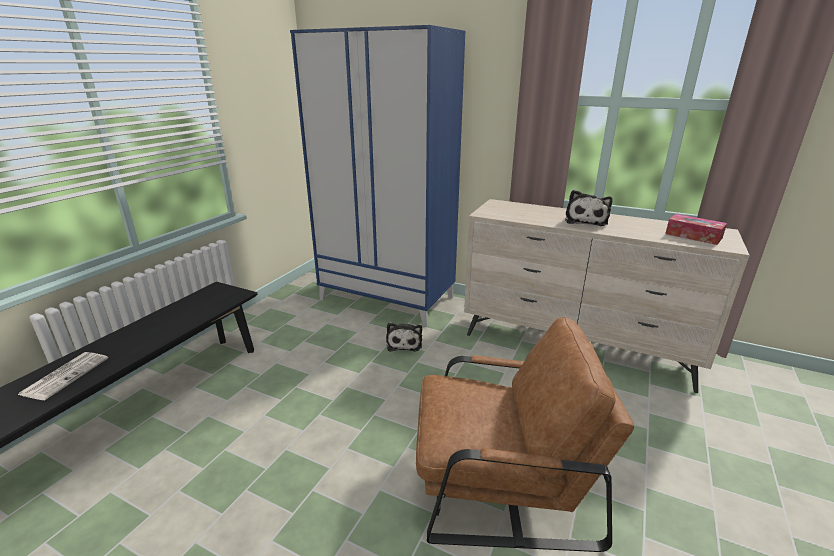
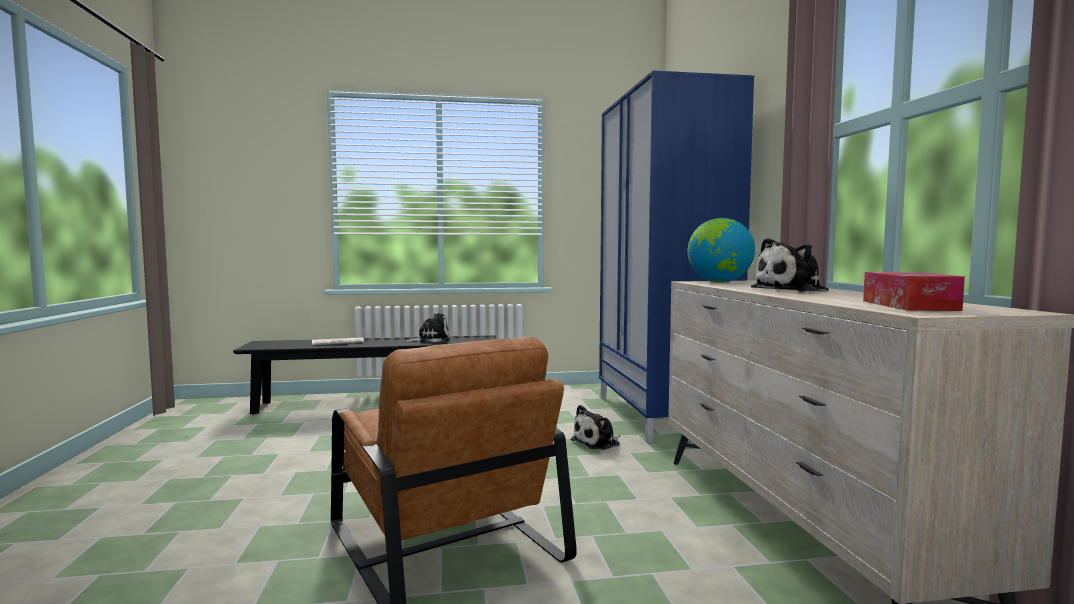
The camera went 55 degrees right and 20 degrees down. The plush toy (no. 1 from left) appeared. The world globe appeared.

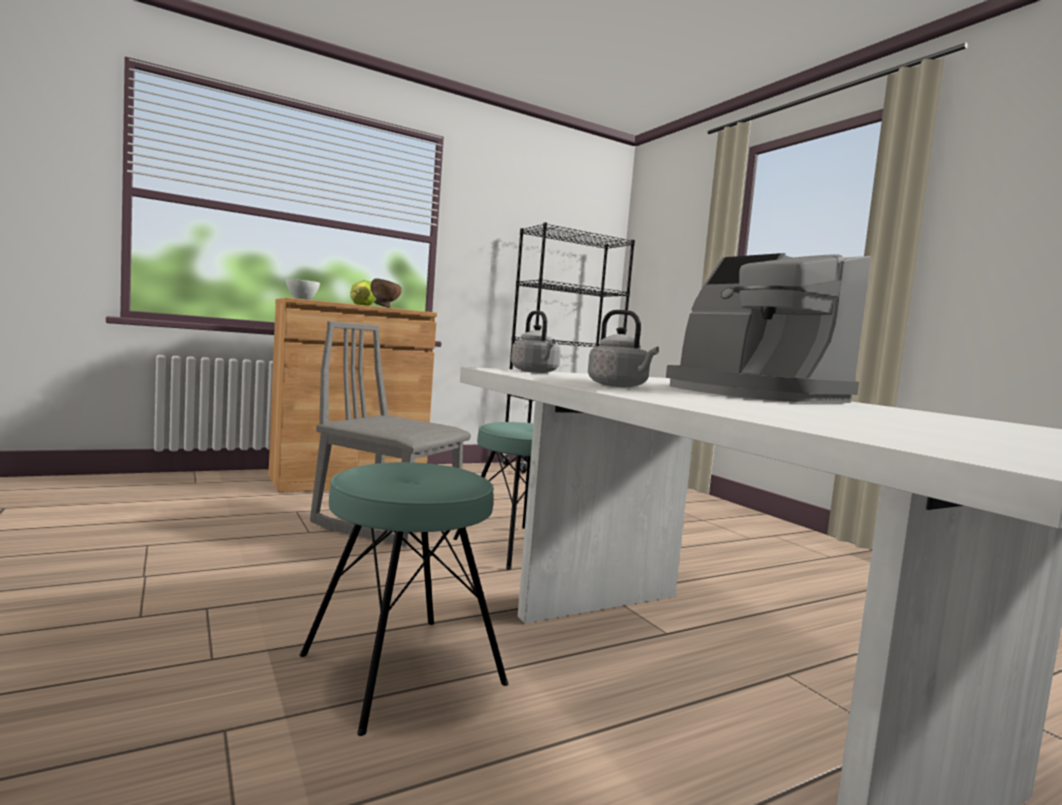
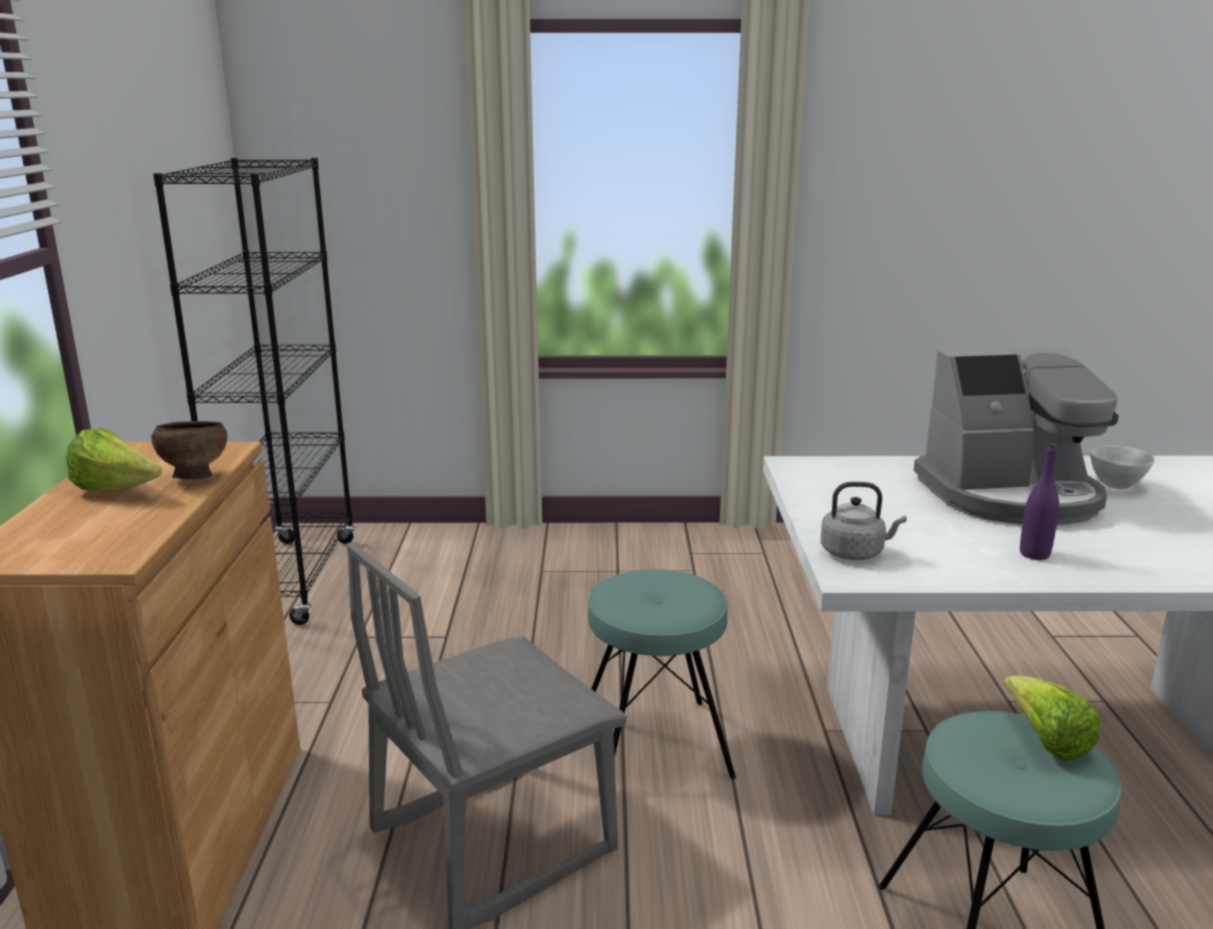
The camera went 60 degrees left and 15 degrees up. The deep dish (whitish) moved. The water kettle (grey) (no. 2 from left) was replaced by the drink bottle (purple-coloured). The lettuce (no. 2 from left) appeared.

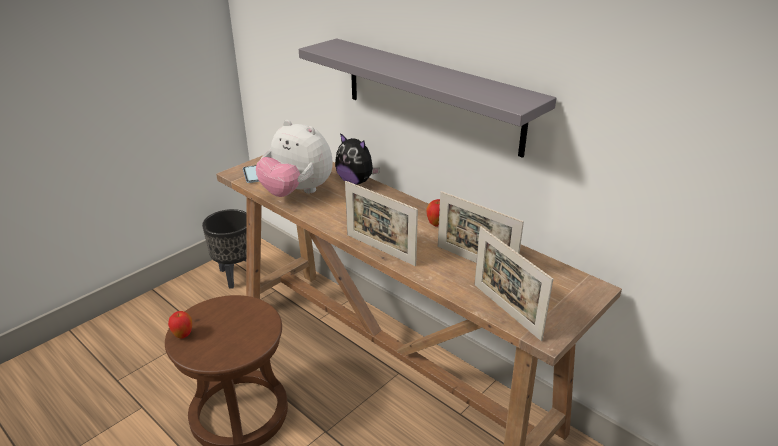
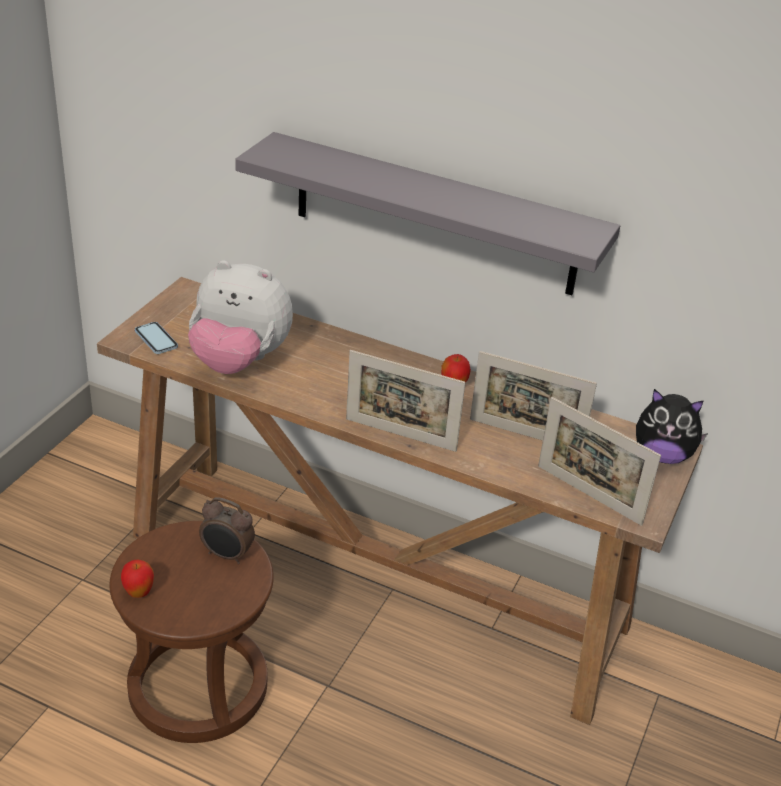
The camera went 20 degrees left and 5 degrees up. The flower pot (blackish) disappeared. The plush toy (no. 2 from left) moved. The bedside clock appeared.

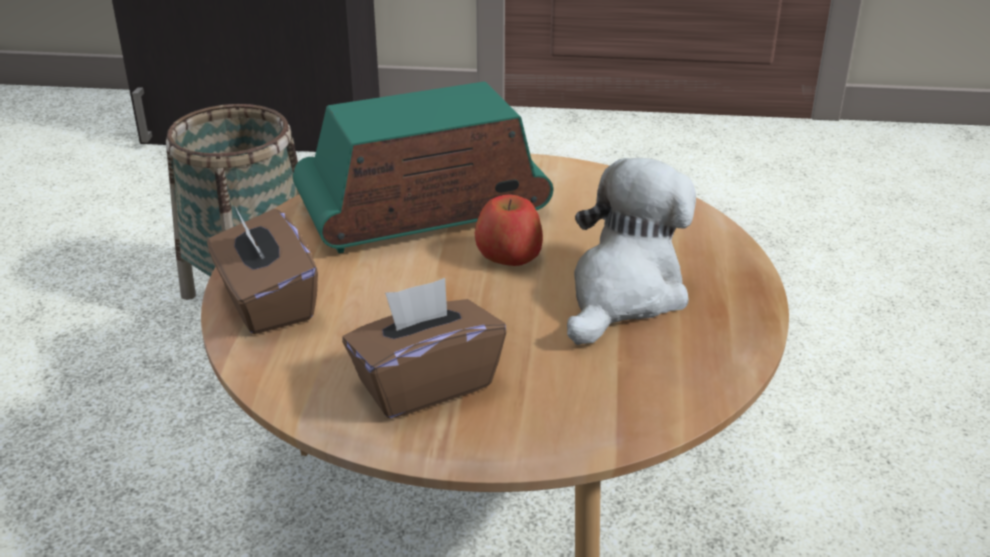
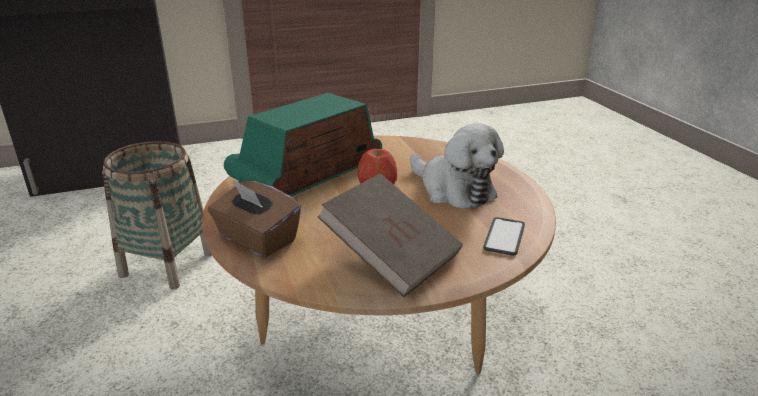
The camera went 25 degrees left and 5 degrees down. The box of tissues (brownish) (no. 2 from left) was replaced by the bound book (brownish). The plush toy turned 135 degrees clockwise. The handset appeared.

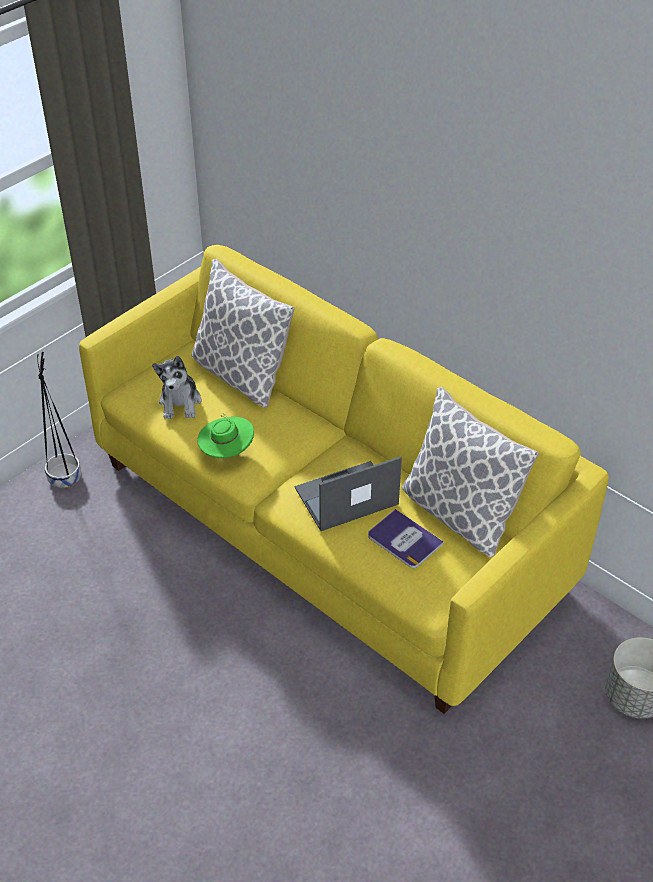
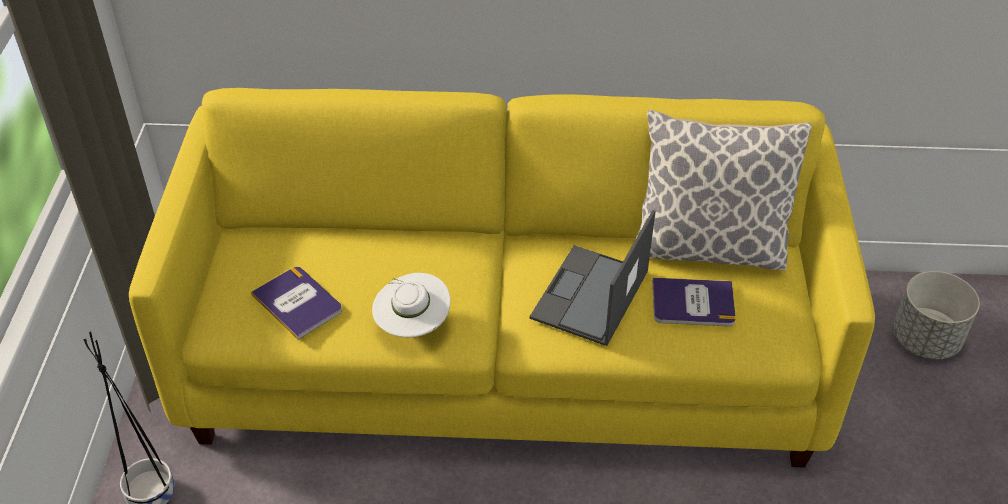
The camera went 40 degrees left and 0 degrees up. The plush toy was replaced by the bound book (no. 1 from left). The pillow (no. 1 from left) disappeared. The clothing hat (green) became the clothing hat (whitish).

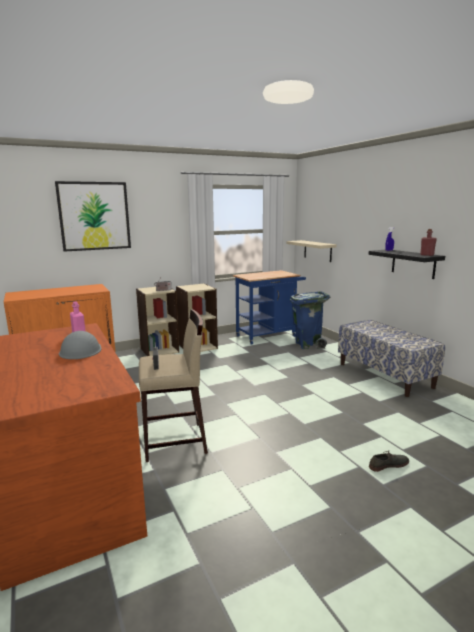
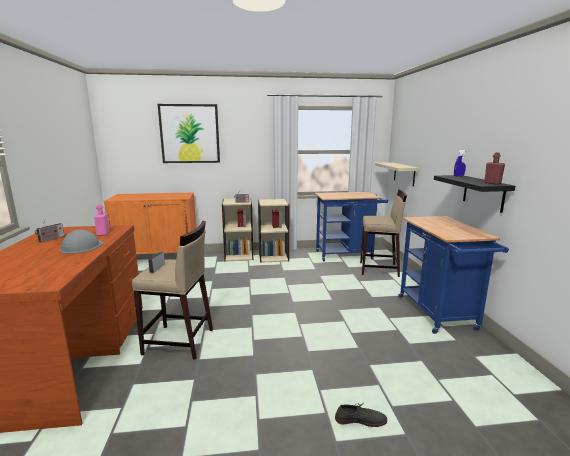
The camera went 20 degrees right and 0 degrees up. The rubbish bin (bluish) was replaced by the sitting stool (beige) (no. 2 from left). The long seat was replaced by the trolley (bluish) (no. 2 from left). The radio receiver (no. 1 from left) appeared.

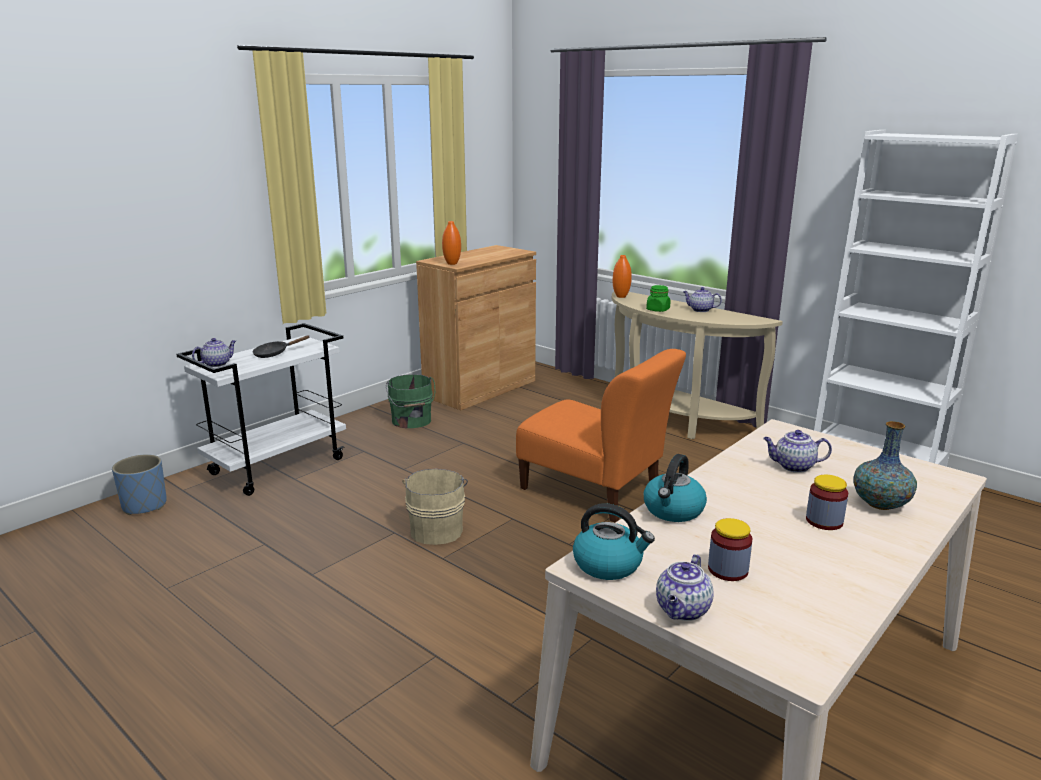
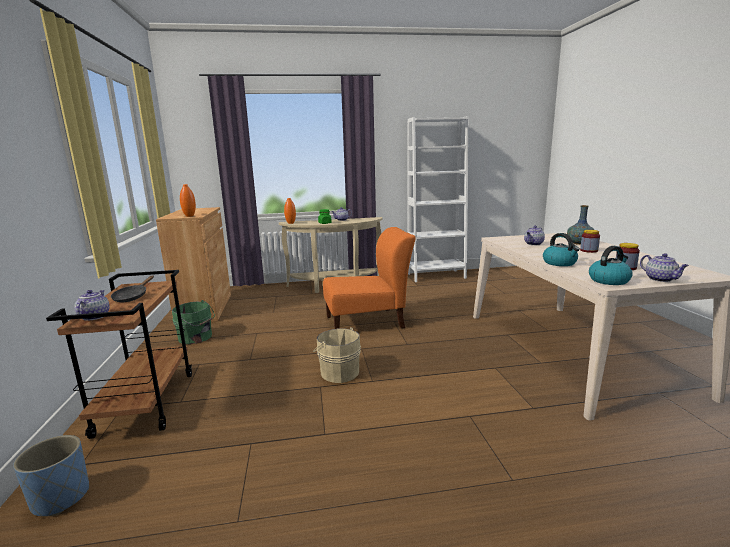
The camera went 50 degrees left and 5 degrees down. The trolley (whitish) became the trolley (brownish).

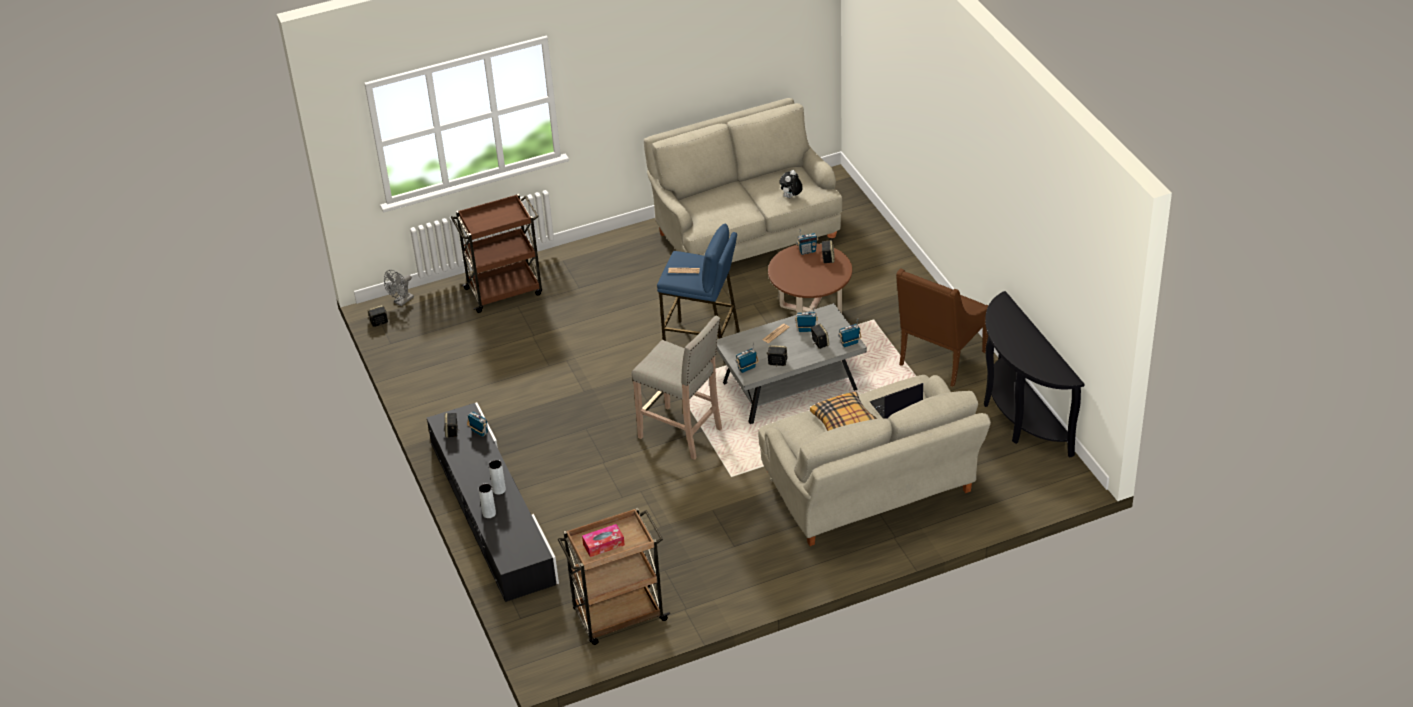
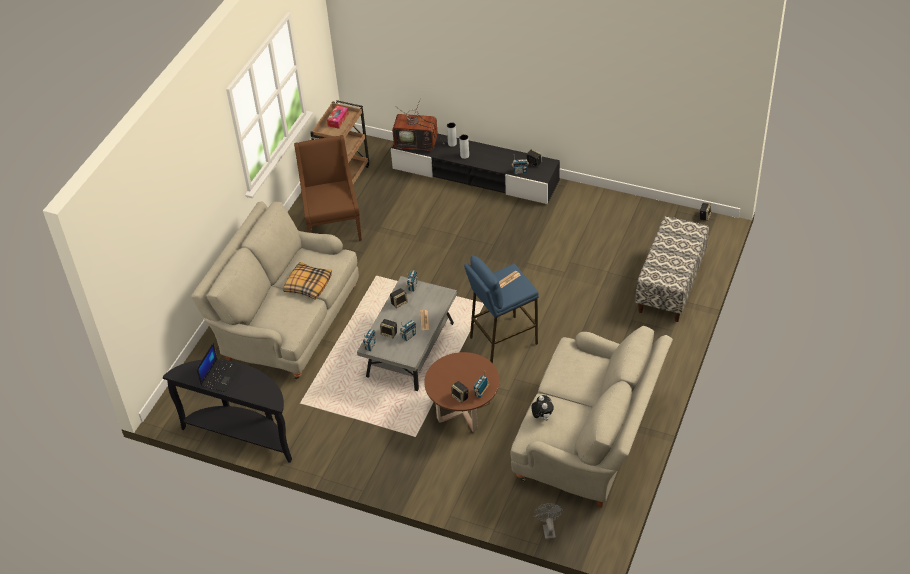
The camera went 135 degrees right and 5 degrees up. The fan (grey) moved. The trolley (brownish) (no. 1 from left) was replaced by the long seat. The sitting stool (beige) disappeared. The portable computer moved. The easy chair (brownish) moved. The TV set appeared.

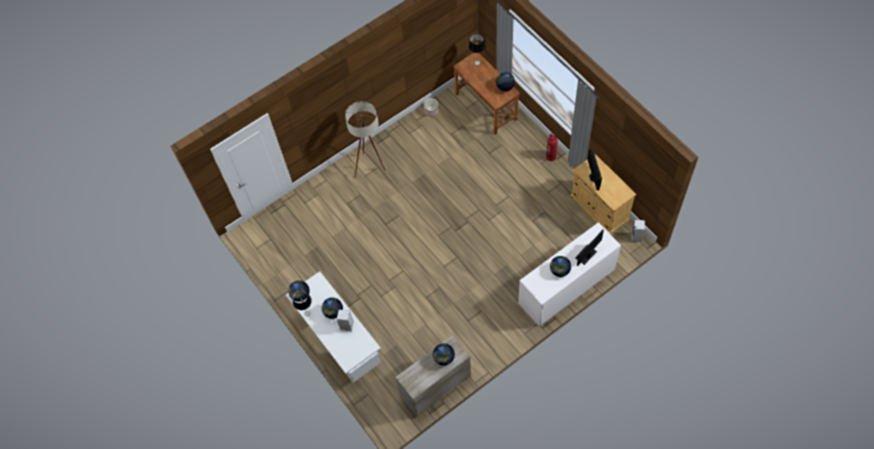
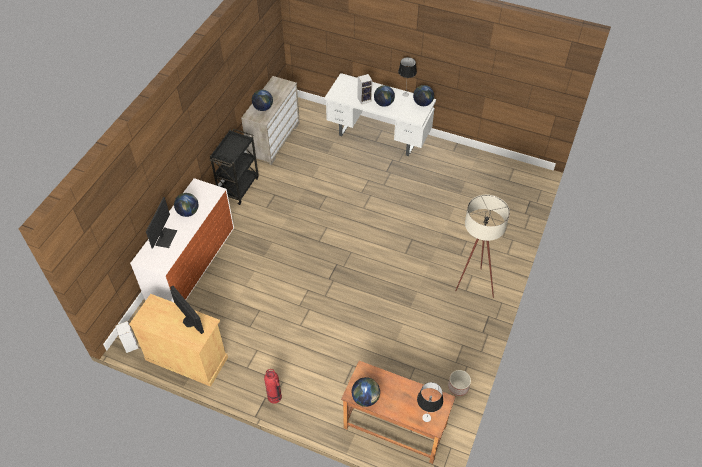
The camera went 145 degrees right and 10 degrees down. The trolley (blackish) appeared.

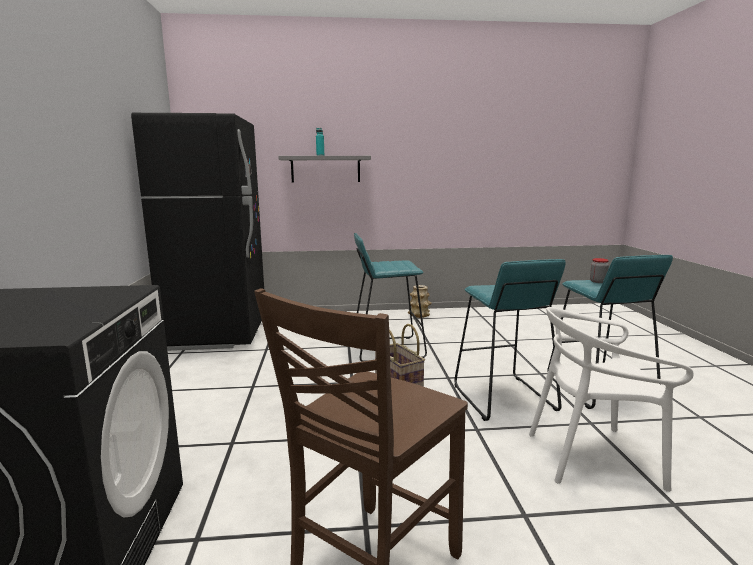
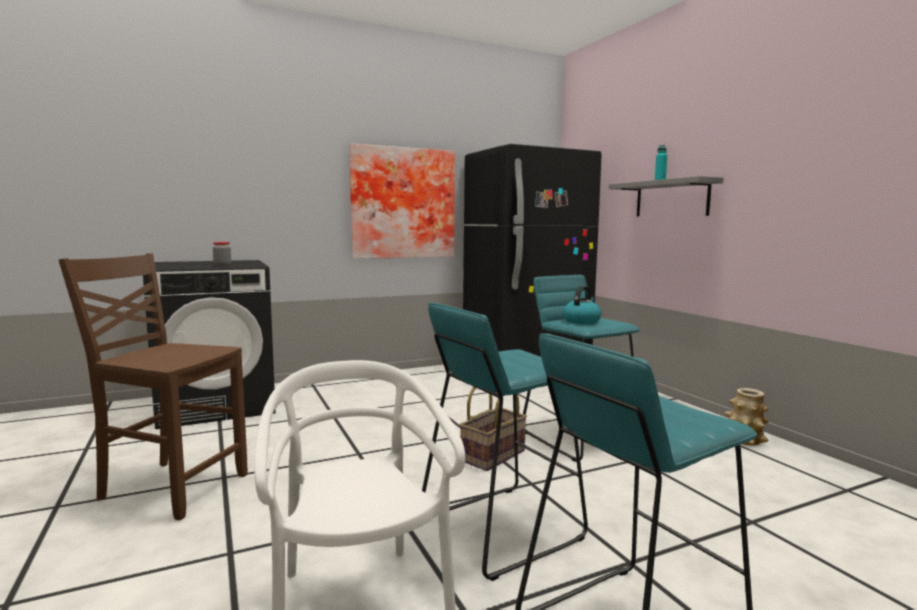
The camera went 70 degrees right and 5 degrees down. The preserve jar moved. The picture appeared. The water kettle appeared.

